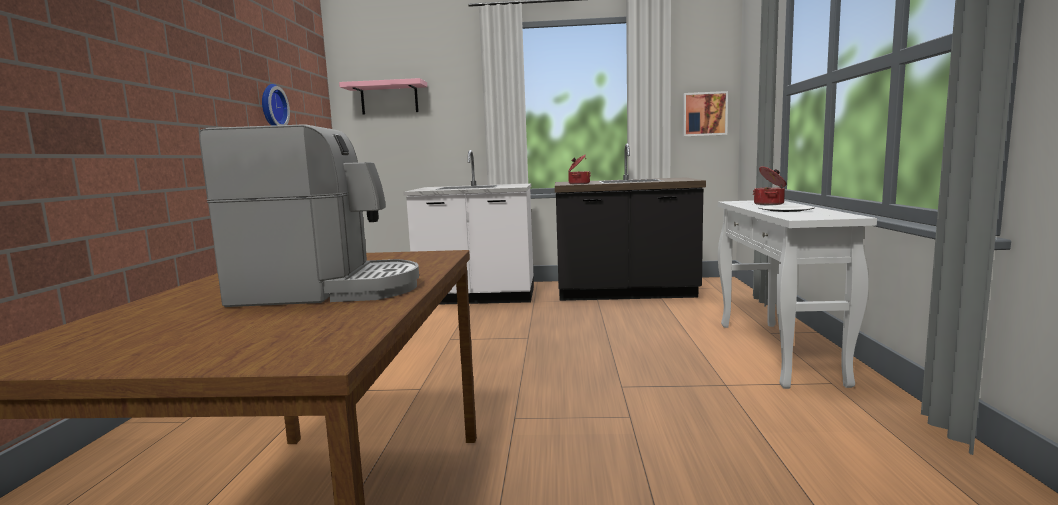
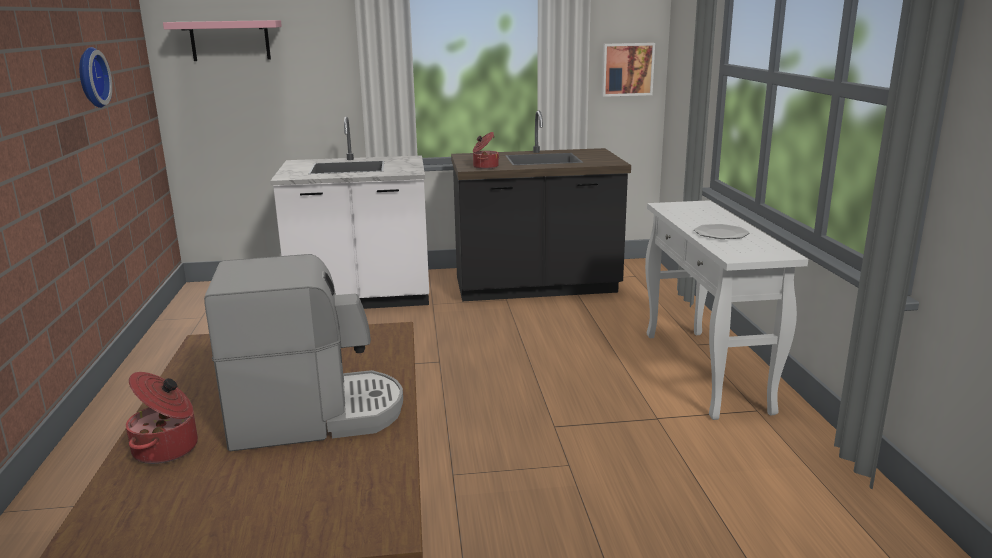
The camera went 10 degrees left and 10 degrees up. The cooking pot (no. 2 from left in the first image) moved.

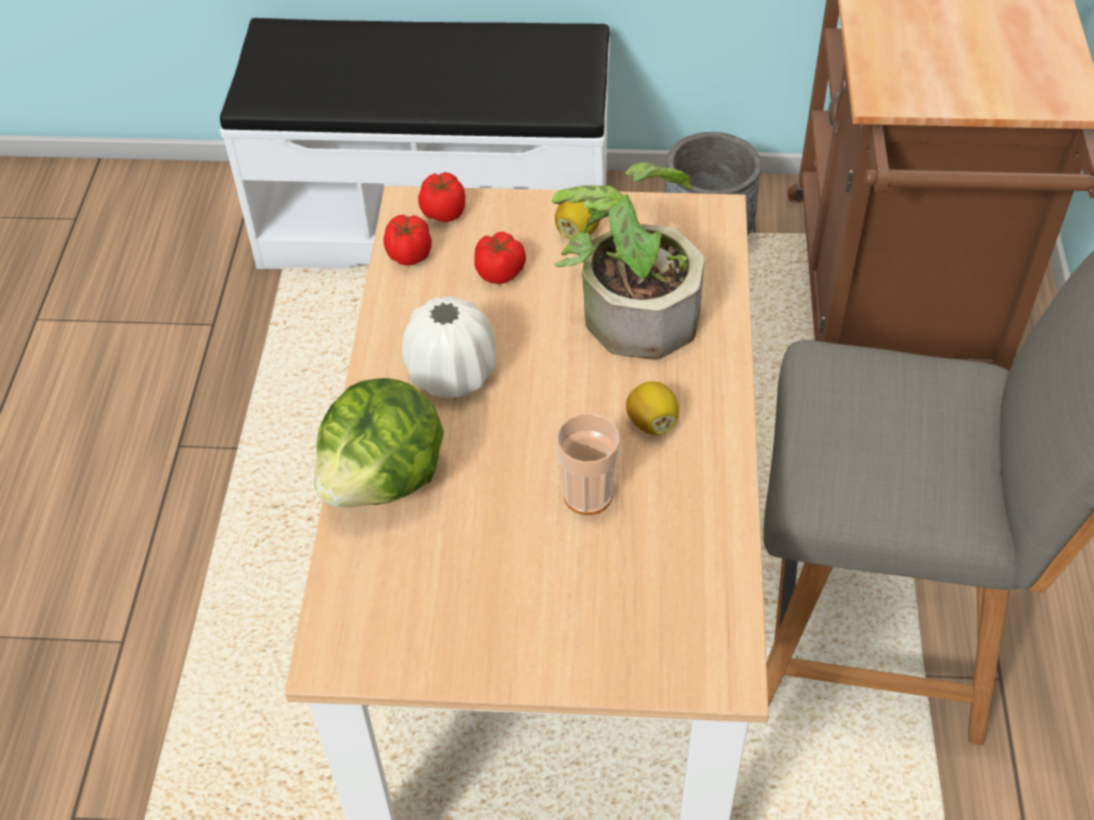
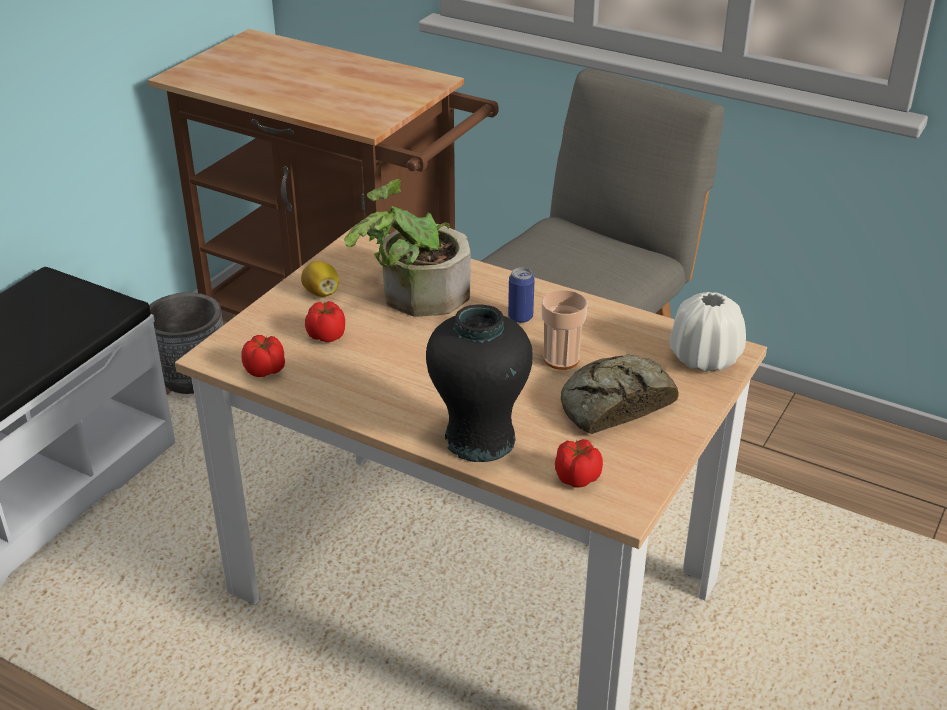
The camera went 65 degrees left and 15 degrees down. The lettuce was replaced by the decorative vase (blackish). The decorative vase (whitish) moved. The tomato (no. 2 from left in the first image) moved. The citrus fruit (no. 2 from left) was replaced by the sealed can. The bread appeared.

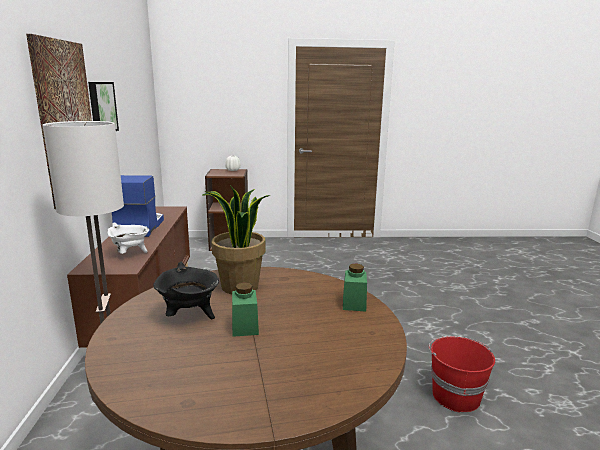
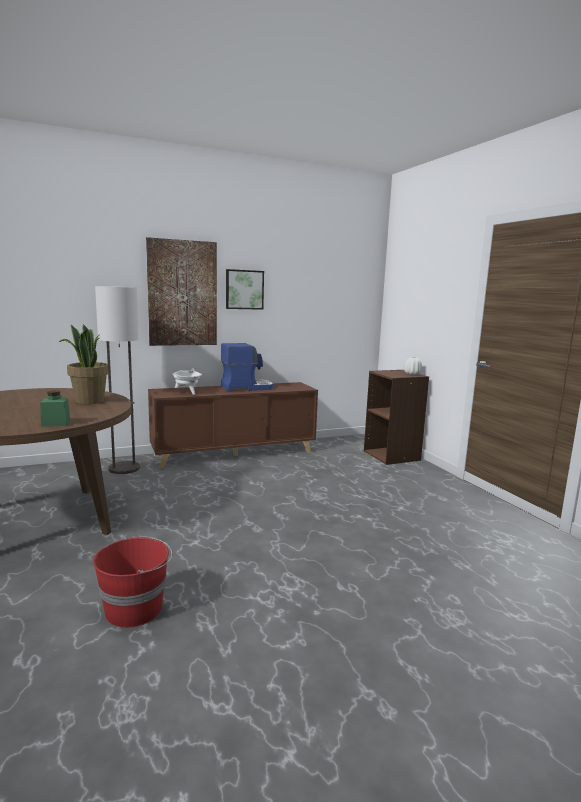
The camera went 70 degrees right and 5 degrees down. The cooking pot (blackish) disappeared. The preserve jar (green) (no. 1 from left) disappeared.

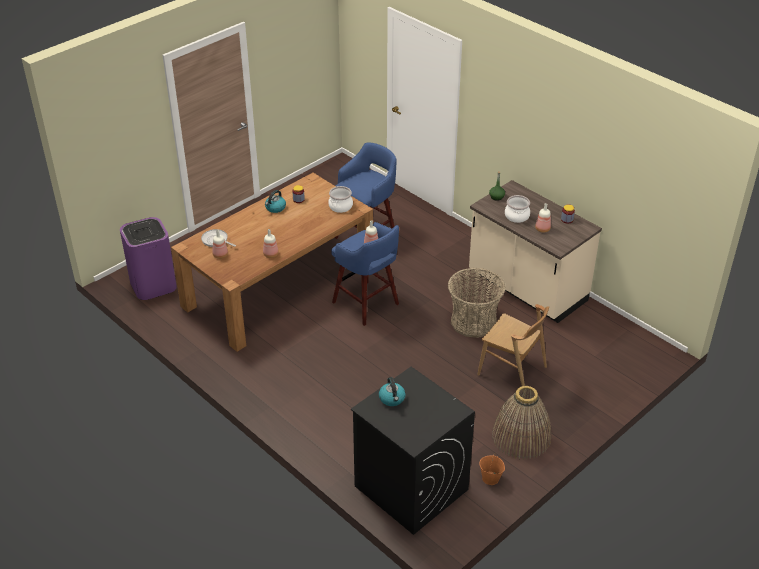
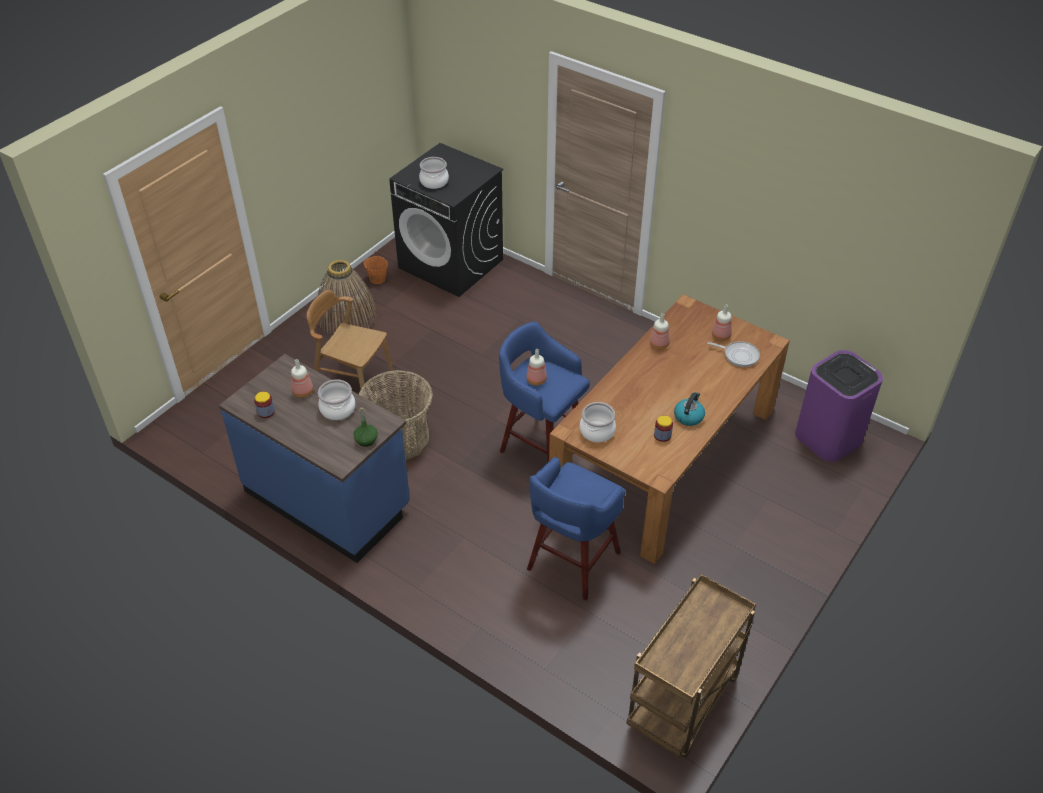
The camera went 170 degrees right and 5 degrees up. The water kettle (no. 2 from left) disappeared. The kitchen counter (beige) became the kitchen counter (bluish). The cooking pot (no. 2 from left) appeared. The trolley (brownish) appeared.

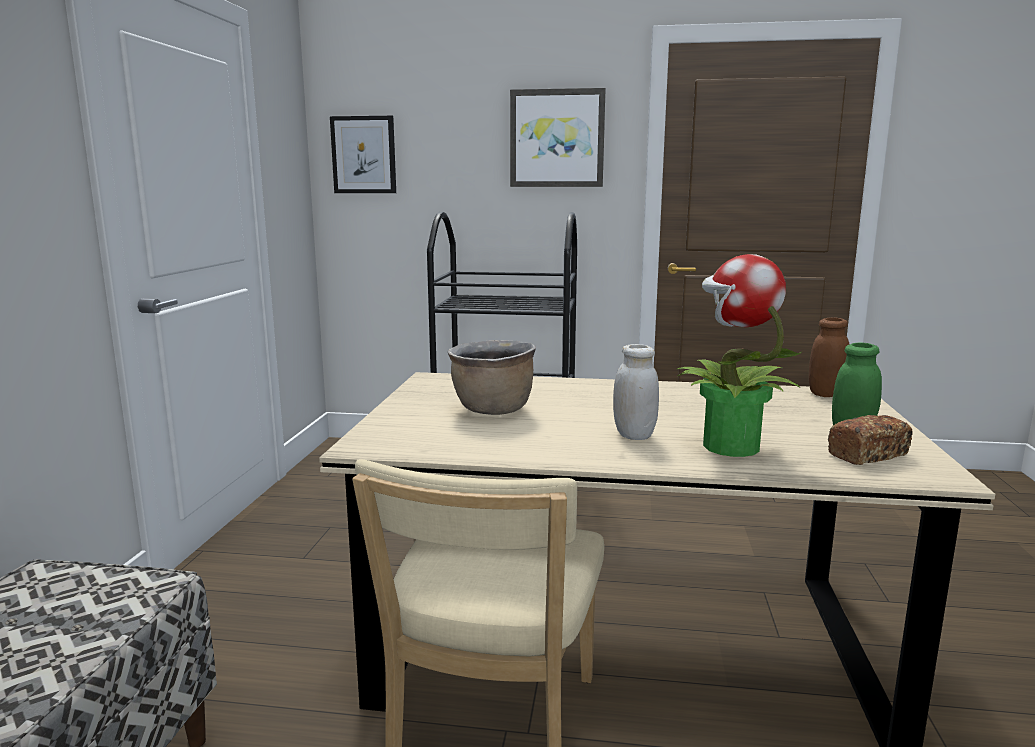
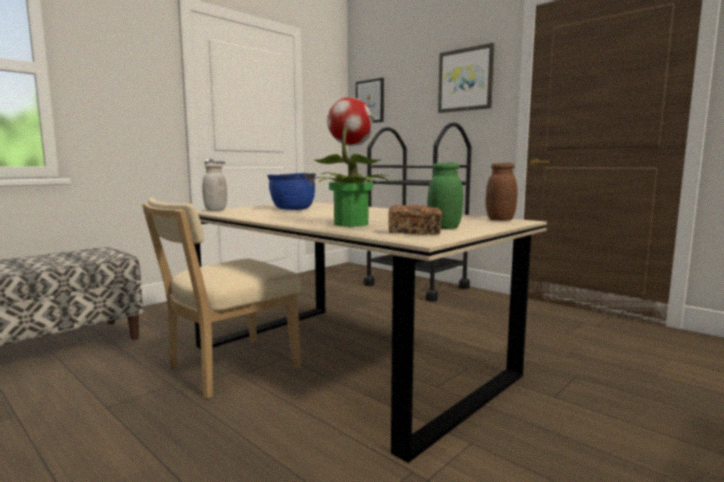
The camera went 35 degrees right and 5 degrees down. The cooking pot (brownish) became the cooking pot (bluish). The preserve jar (whitish) moved.

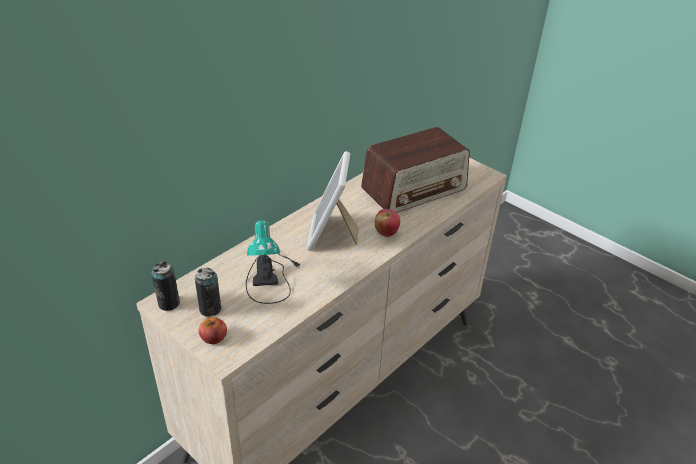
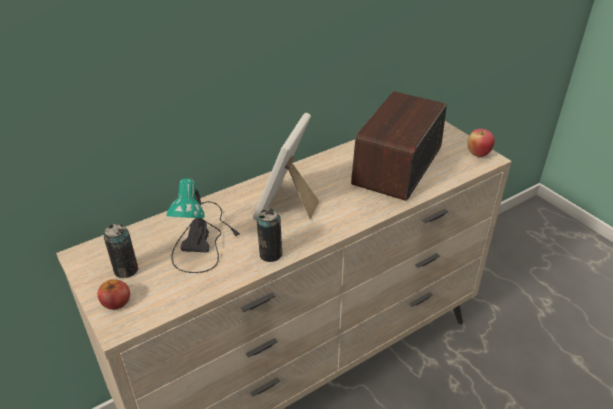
The camera went 15 degrees right and 0 degrees up. The sealed can (no. 1 from left in the first image) moved. The radio receiver turned 135 degrees clockwise. The apple (no. 2 from left) moved.

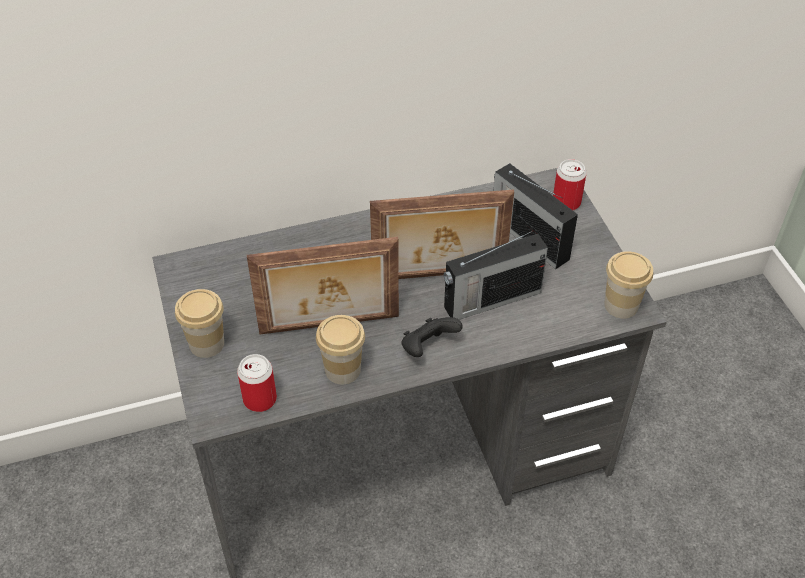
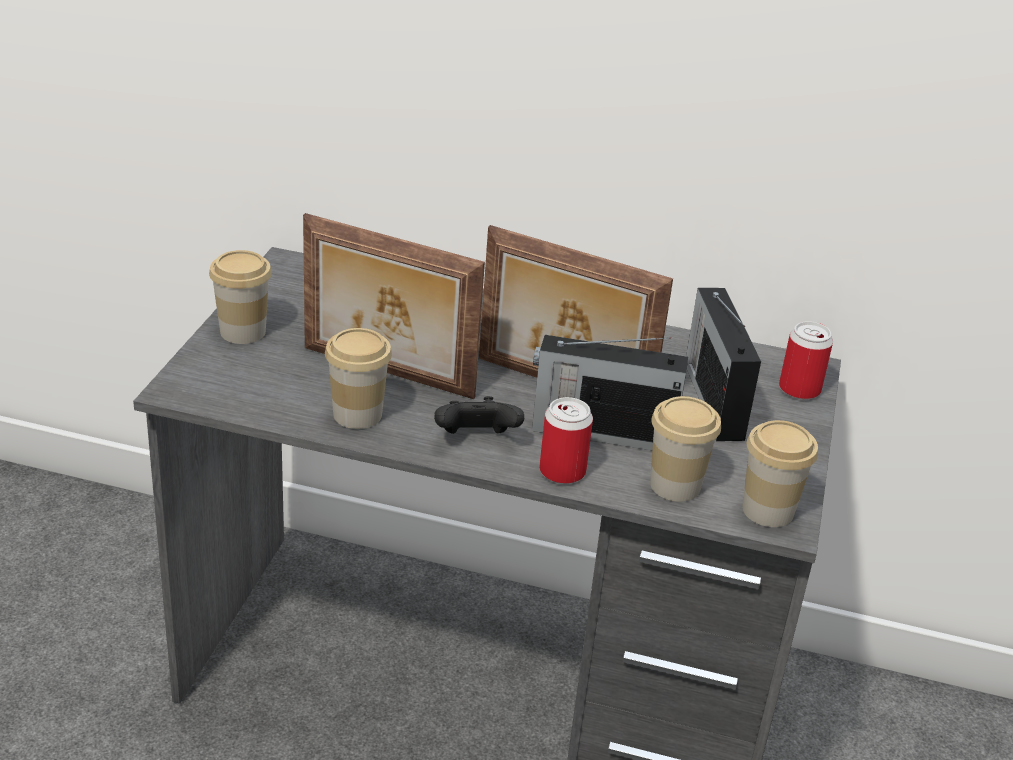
The camera went 30 degrees right and 15 degrees down. The sealed can (no. 1 from left) moved. The drinking cup (no. 3 from left) appeared.

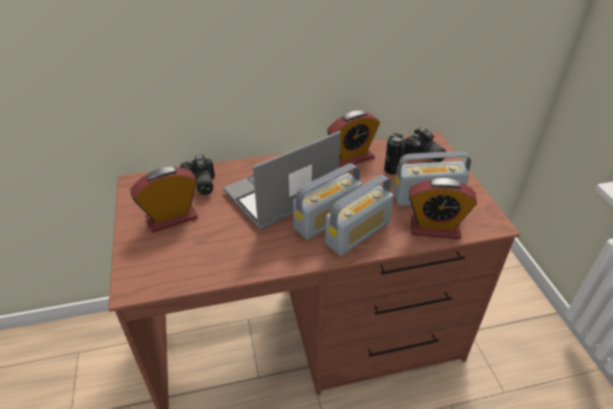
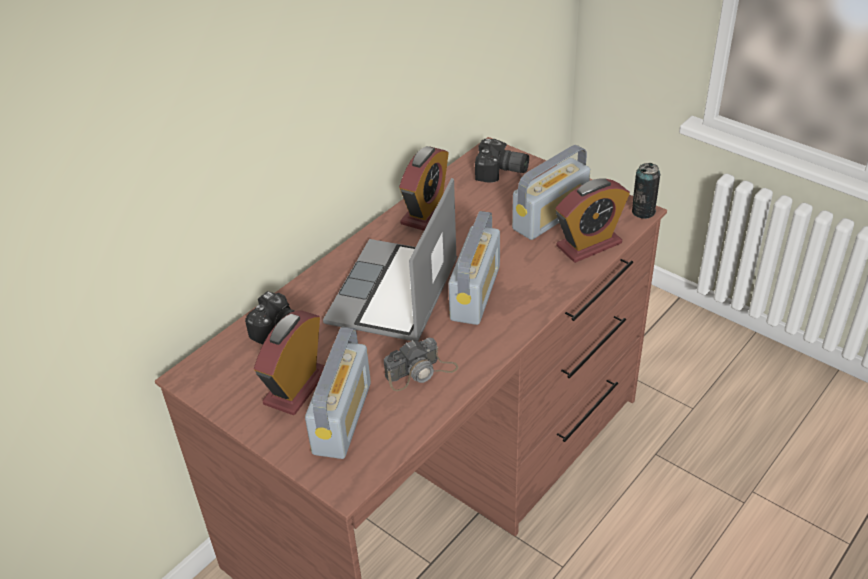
The camera went 35 degrees left and 0 degrees up. The radio receiver (no. 2 from left in the first image) moved. The sealed can moved. The still camera (no. 2 from left) appeared.

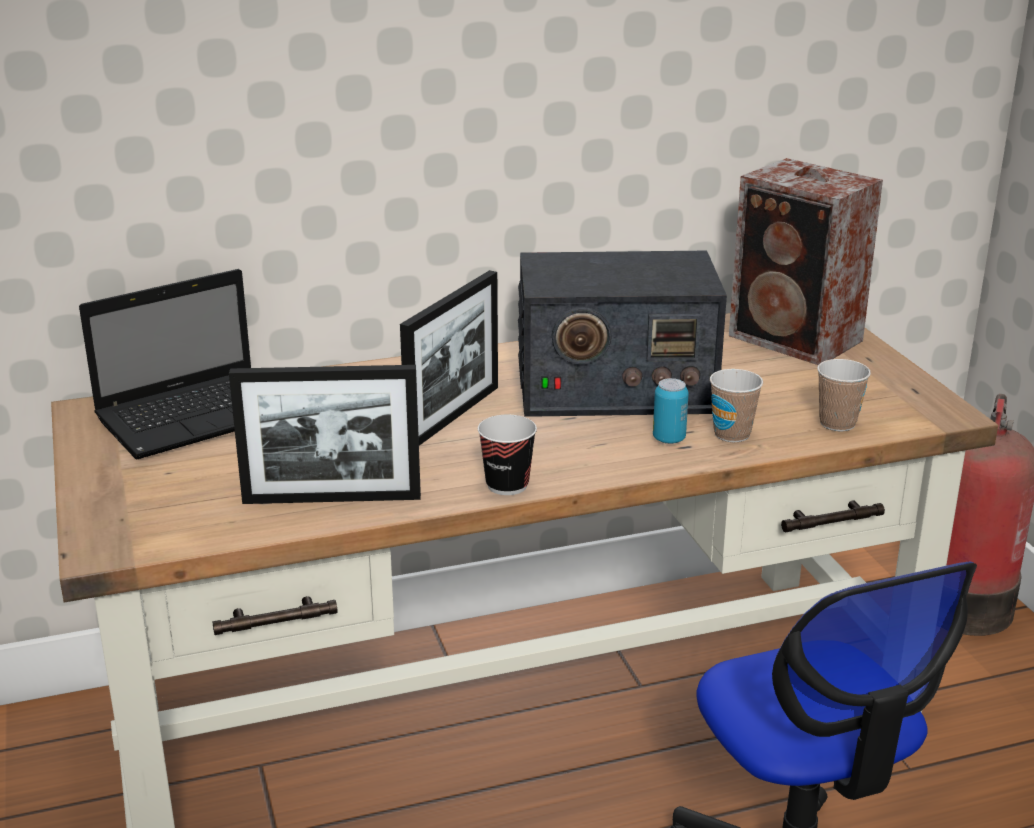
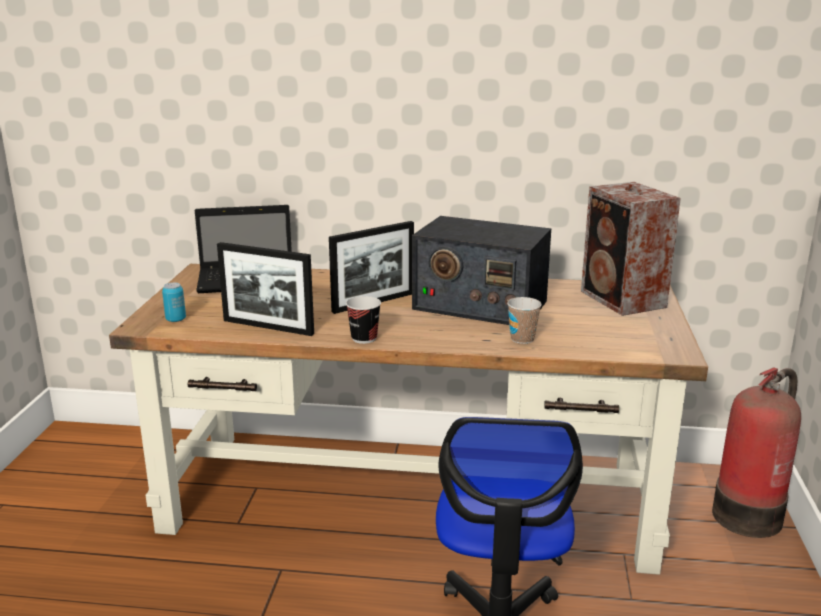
The camera went 25 degrees right and 5 degrees down. The sealed can moved. The drinking cup (no. 3 from left) disappeared.

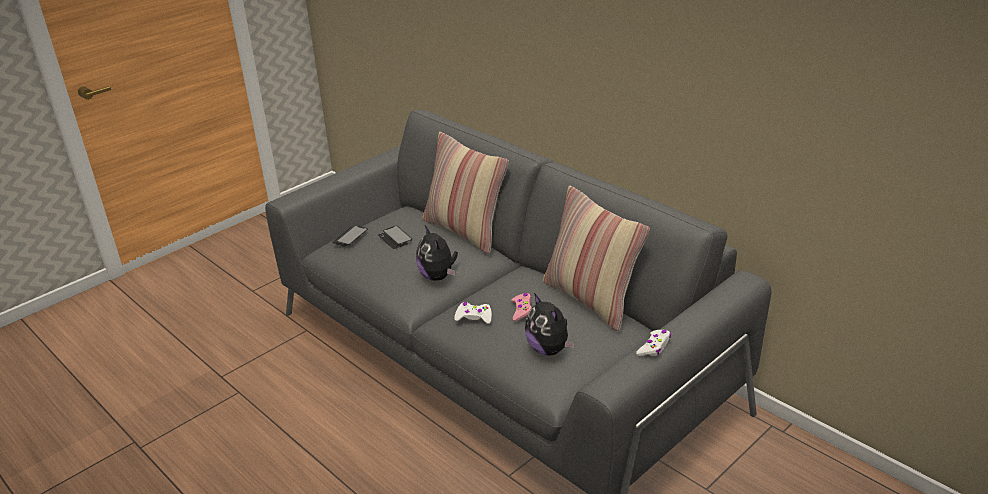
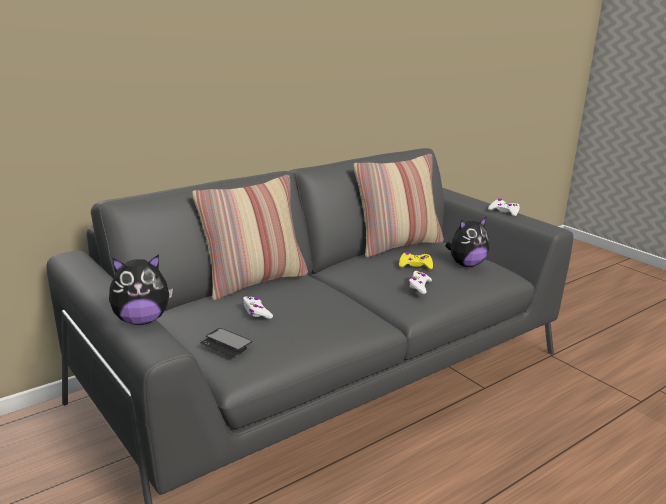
The camera went 85 degrees left and 10 degrees down. The handset (no. 2 from left) was replaced by the game controller (whitish) (no. 1 from left). The plush toy (no. 1 from left) moved. The game controller (pink) became the game controller (yellow-coloured).

